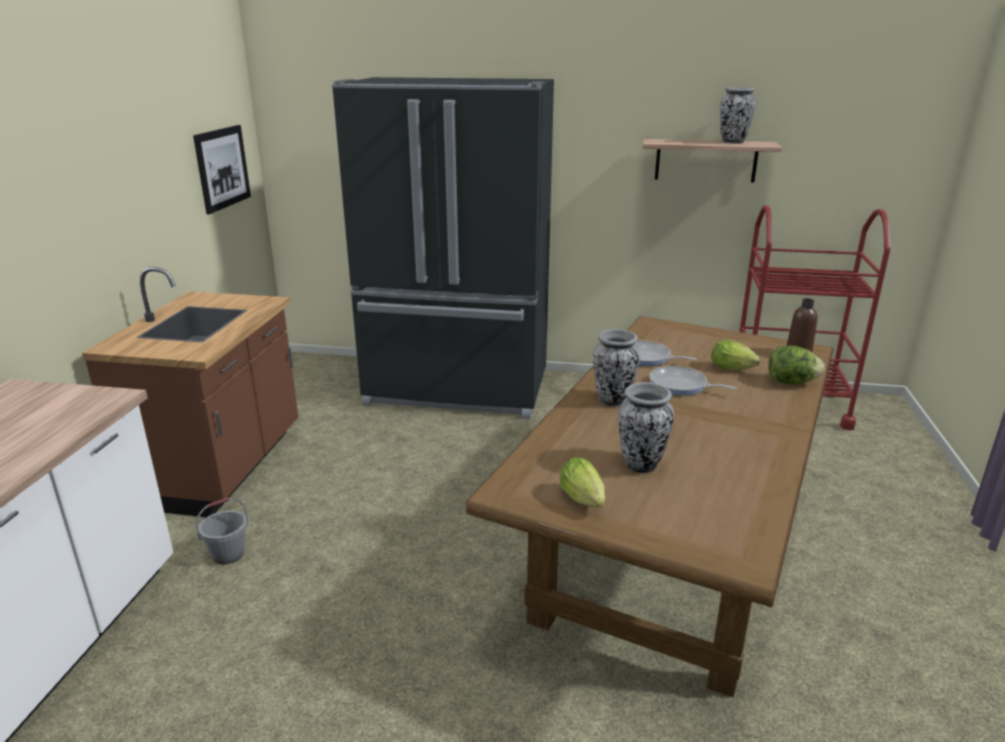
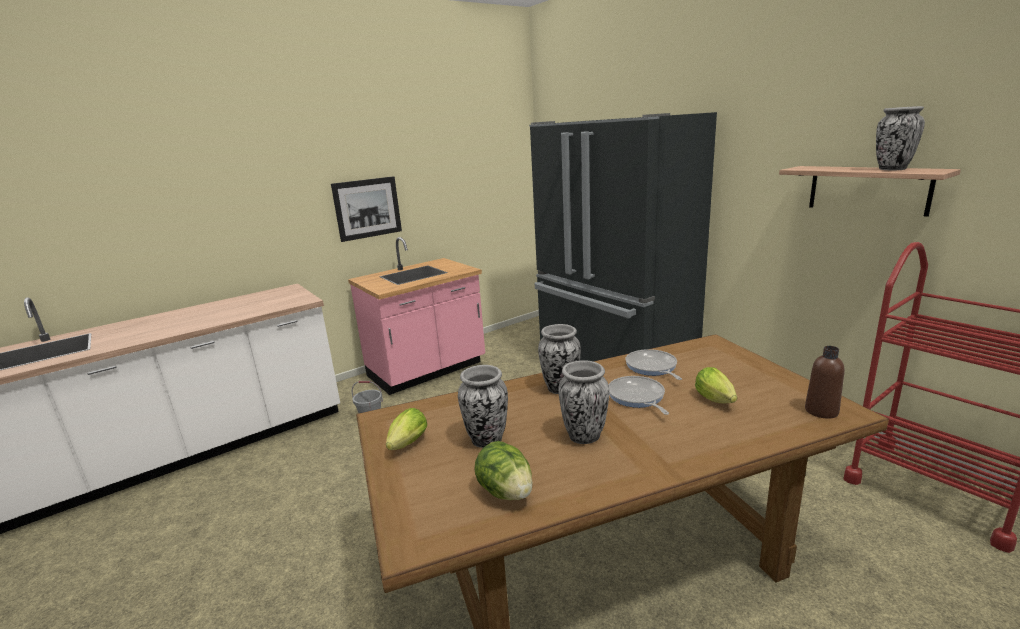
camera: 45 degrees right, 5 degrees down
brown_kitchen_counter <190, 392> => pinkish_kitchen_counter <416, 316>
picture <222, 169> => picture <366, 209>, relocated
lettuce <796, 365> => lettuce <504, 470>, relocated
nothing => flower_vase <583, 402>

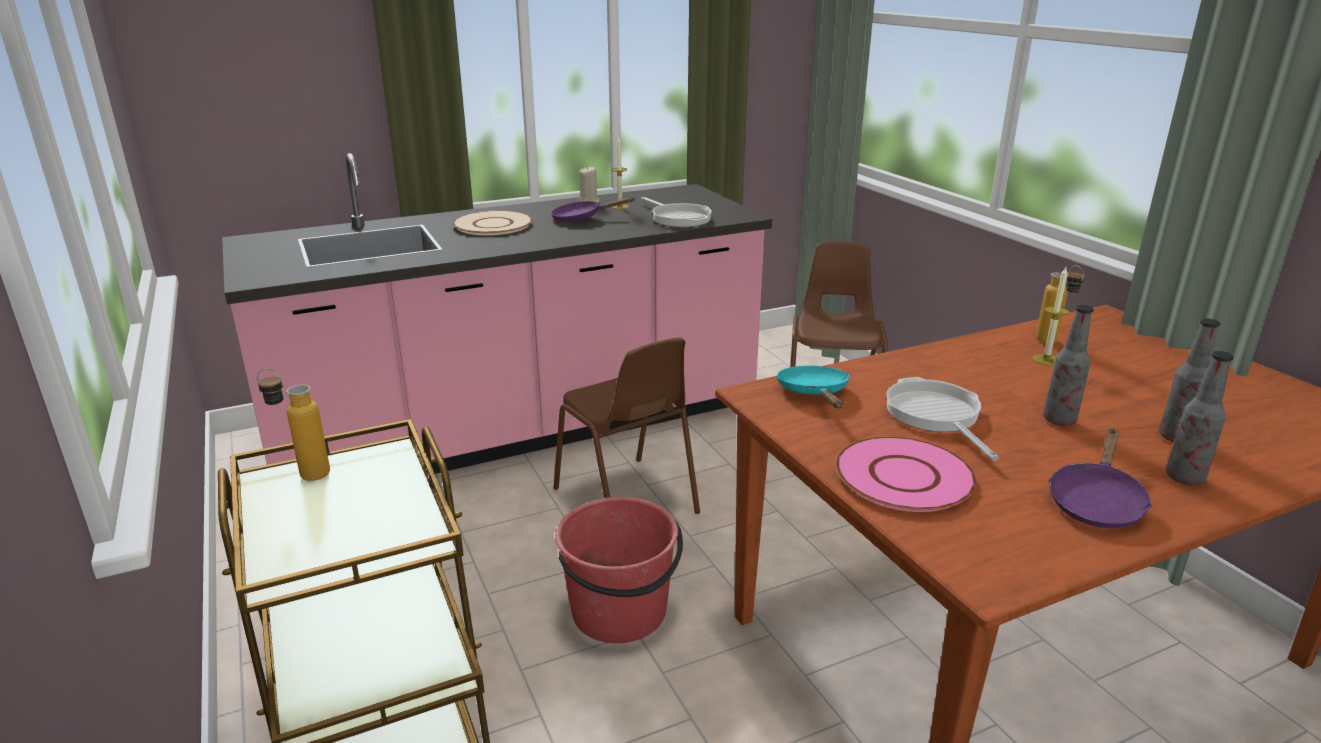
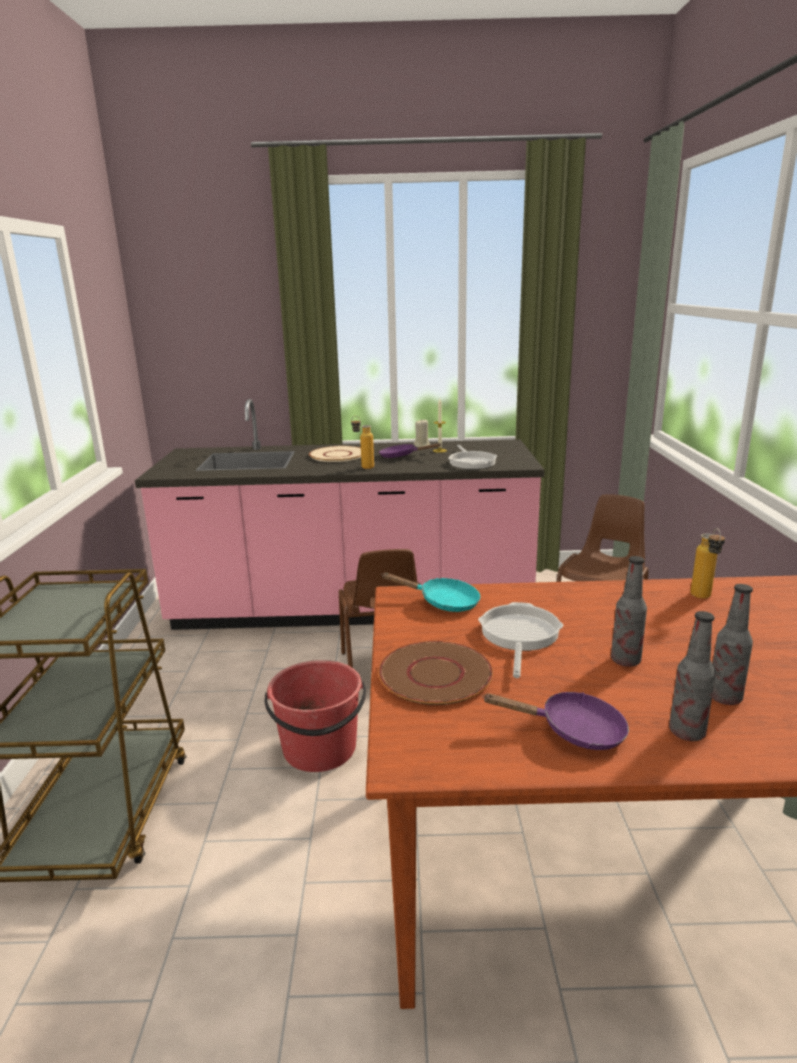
camera: 25 degrees right, 5 degrees down
drink_bottle <293, 424> => drink_bottle <362, 442>, relocated
turquoise-coloured_pan <813, 387> => turquoise-coloured_pan <430, 592>, 90 degrees clockwise
pinkish_dinner_plate <906, 474> => brown_dinner_plate <435, 673>
wax_candle <1050, 316> => nothing
purple-coloured_pan <1101, 478> => purple-coloured_pan <555, 721>, 135 degrees counterclockwise

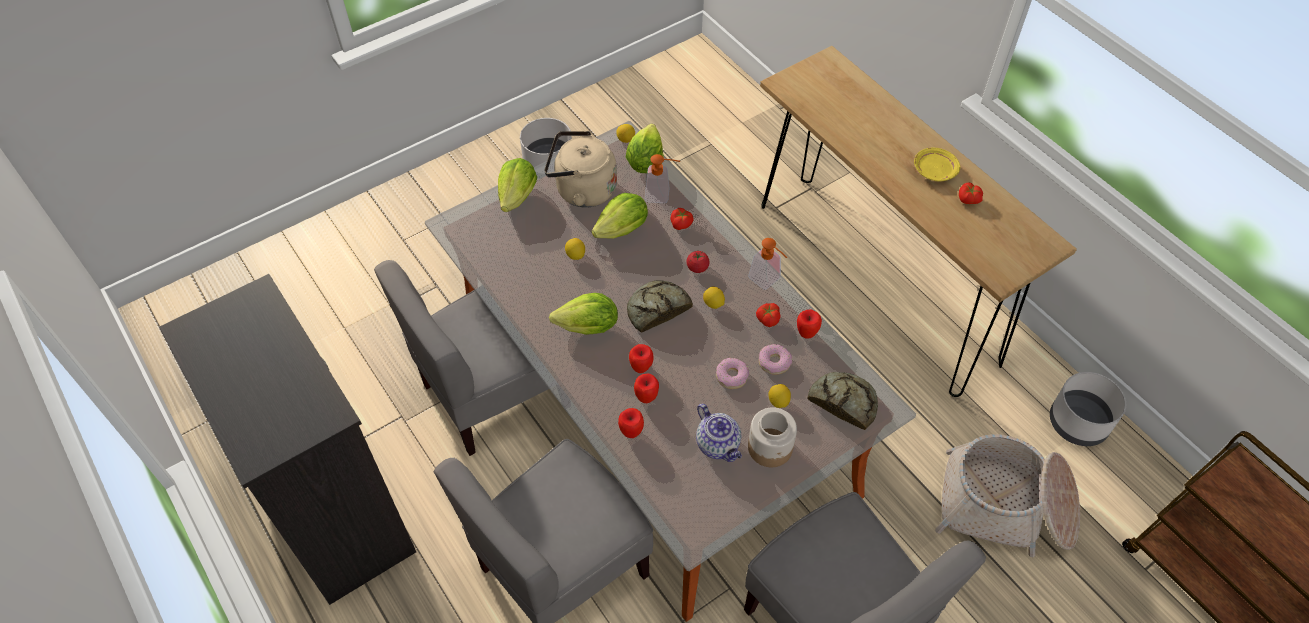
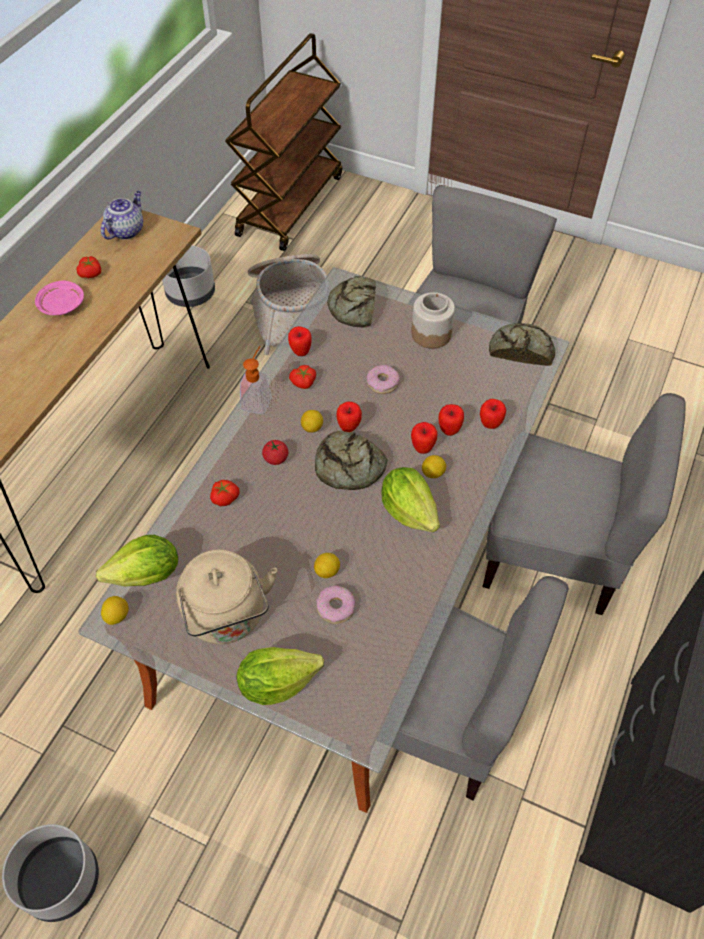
camera: 120 degrees left, 0 degrees up
lettuce <620, 216> => nothing
liquid_soap_bottle <662, 178> => nothing
teapot <719, 433> => teapot <122, 215>, relocated
ring_doughnut <775, 359> => ring_doughnut <335, 604>, relocated
citrus_fruit <779, 396> => citrus_fruit <434, 466>, relocated
yellowish_dinner_plate <937, 165> => pinkish_dinner_plate <59, 298>
nothing => apple <349, 417>
nothing => baked_bread <522, 344>

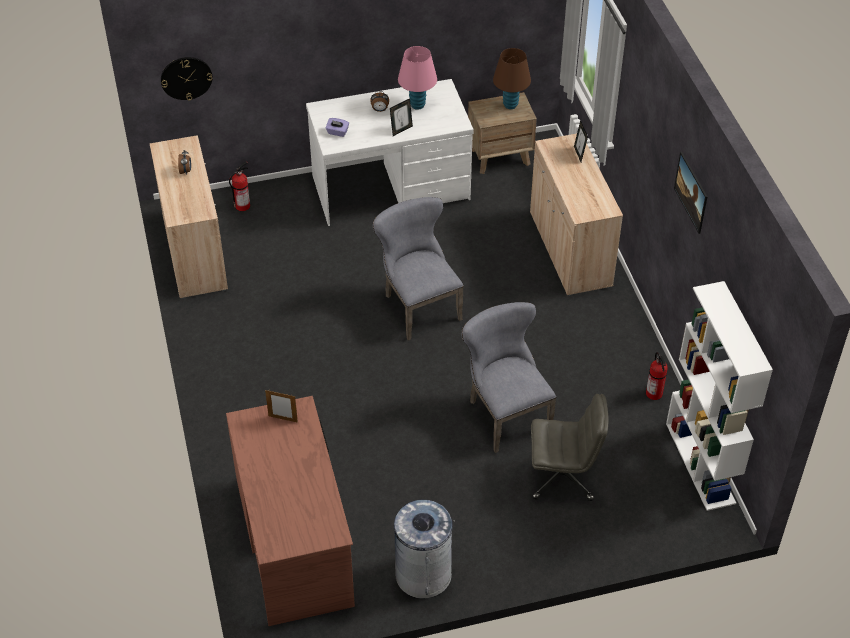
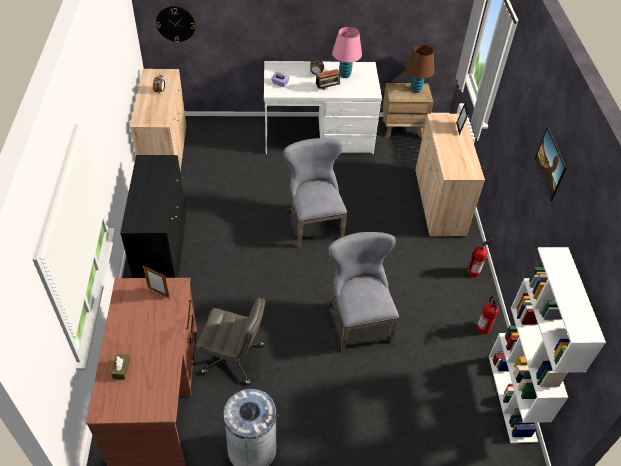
camera: 10 degrees right, 0 degrees up
extinguisher <239, 186> => extinguisher <480, 257>, relocated
picture_frame <401, 117> => radio <328, 79>
gray_office_chair <570, 447> => gray_office_chair <230, 341>, relocated
nothing => brown_tissue_box <120, 367>
nothing => blackish_cabinet <153, 216>

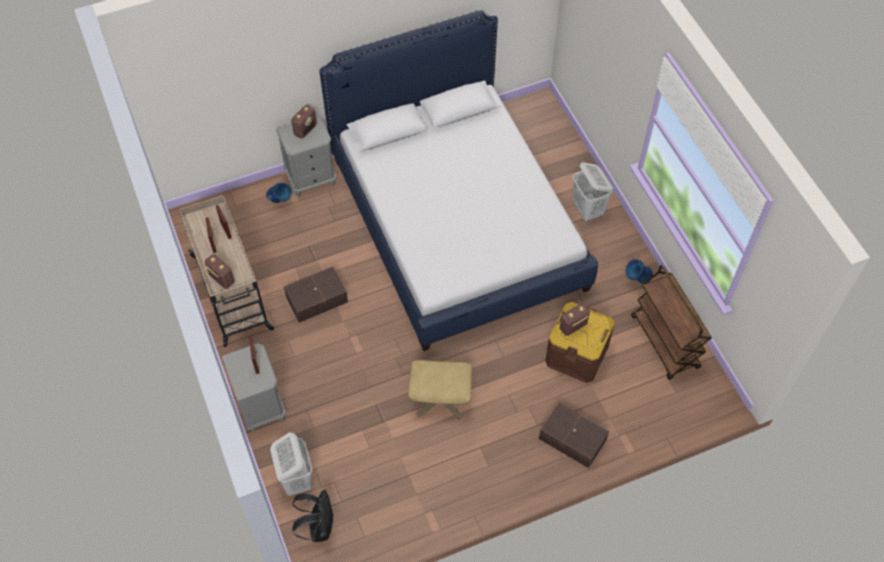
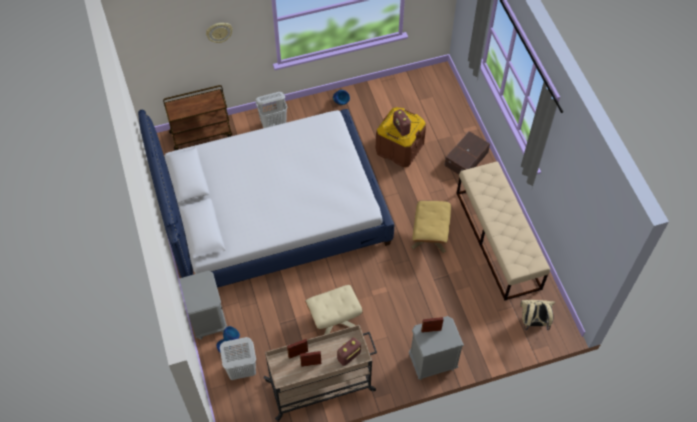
camera: 85 degrees left, 0 degrees up
whitish_laundry_basket <291, 464> => whitish_laundry_basket <238, 358>, relocated
brown_storage_bin <316, 294> => beige_footrest <334, 310>
radio <304, 122> => nothing
blackish_backpack <313, 516> => beige_backpack <538, 315>
brown_trolley <671, 322> => brown_trolley <197, 117>, relocated
nothing => wall_clock <219, 33>
nothing => beige_bench <503, 231>

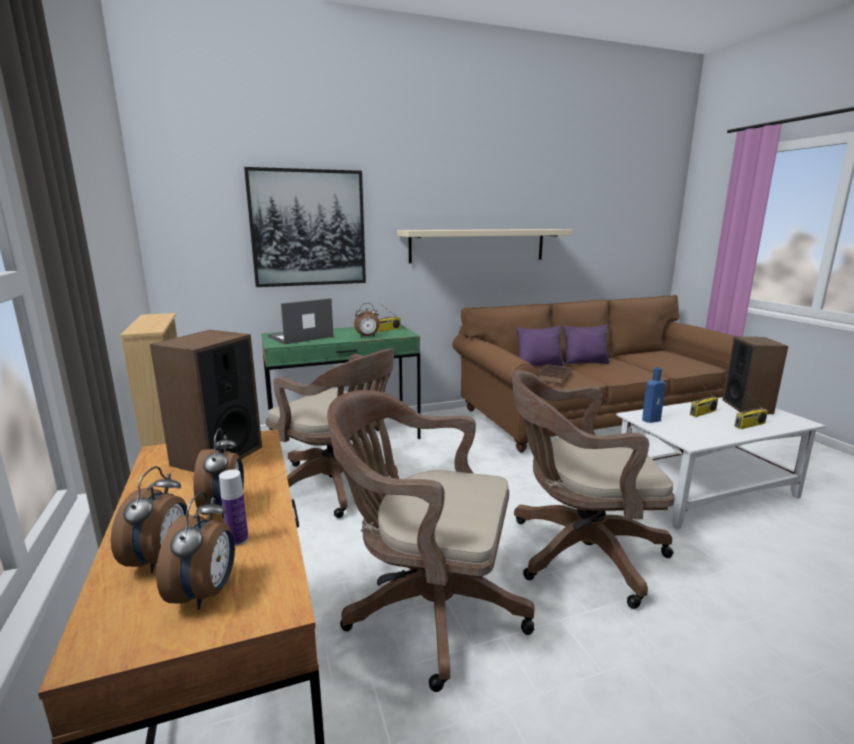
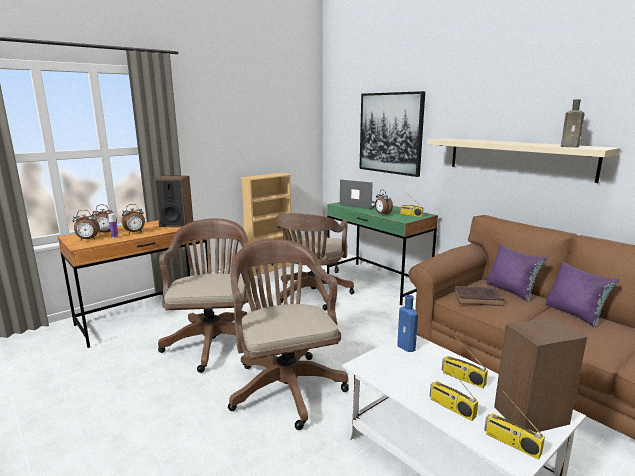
camera: 70 degrees right, 0 degrees up
nothing => radio <514, 425>
nothing => brown_drink_bottle <573, 123>

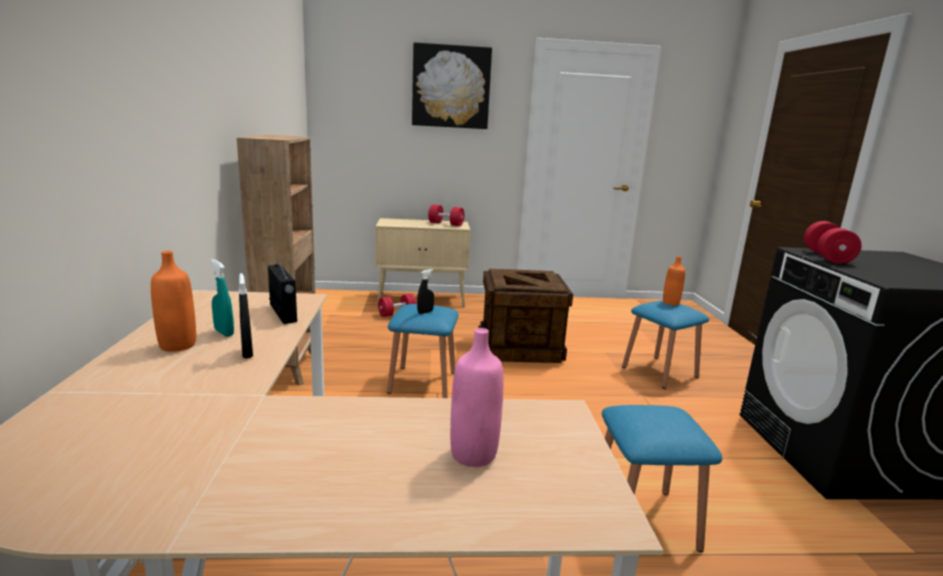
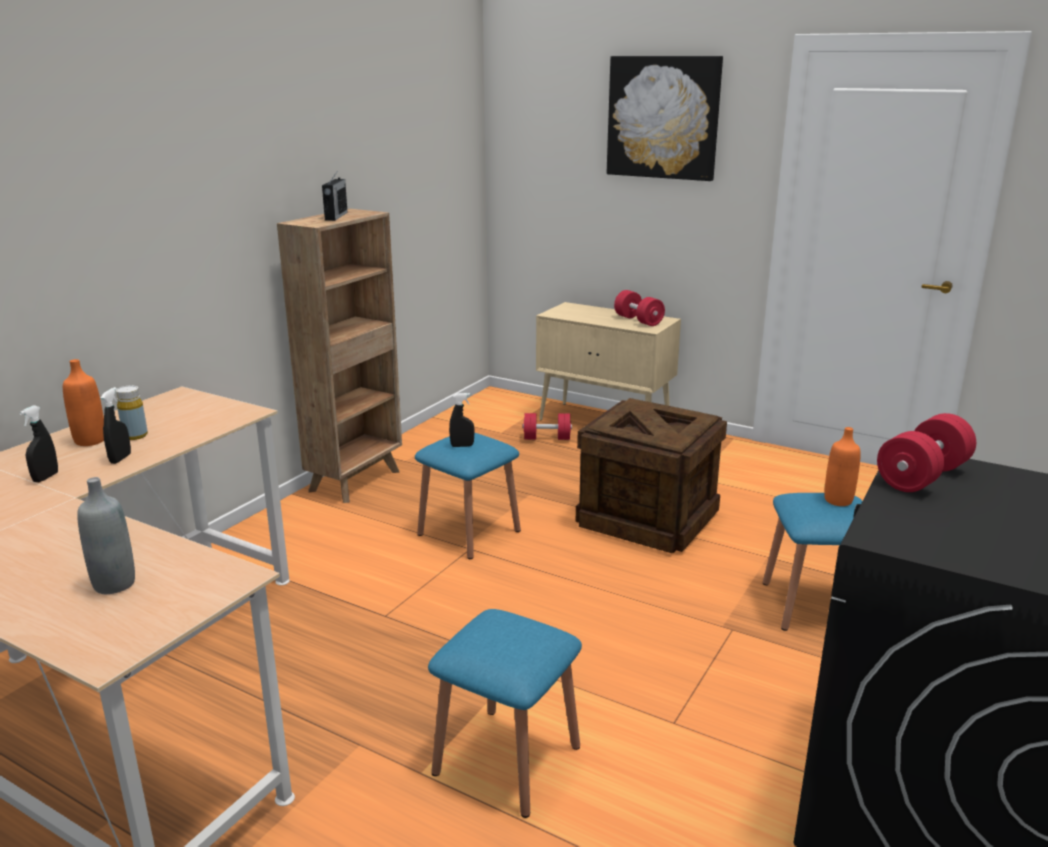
camera: 35 degrees right, 5 degrees up
turquoise-coloured_sprayer <222, 298> => yellowish_drink_bottle <132, 413>
radio <282, 290> => radio <335, 195>, relocated
pinkish_drink_bottle <477, 397> => gray_drink_bottle <106, 535>
nothing => blackish_sprayer <38, 443>

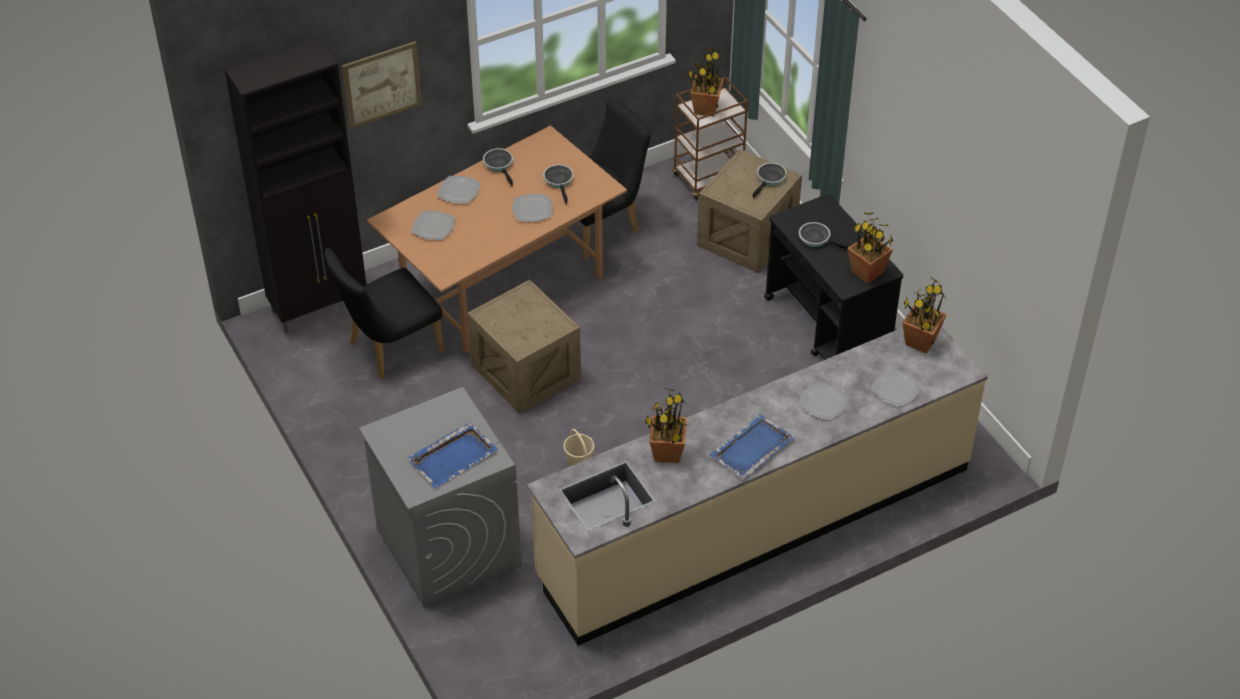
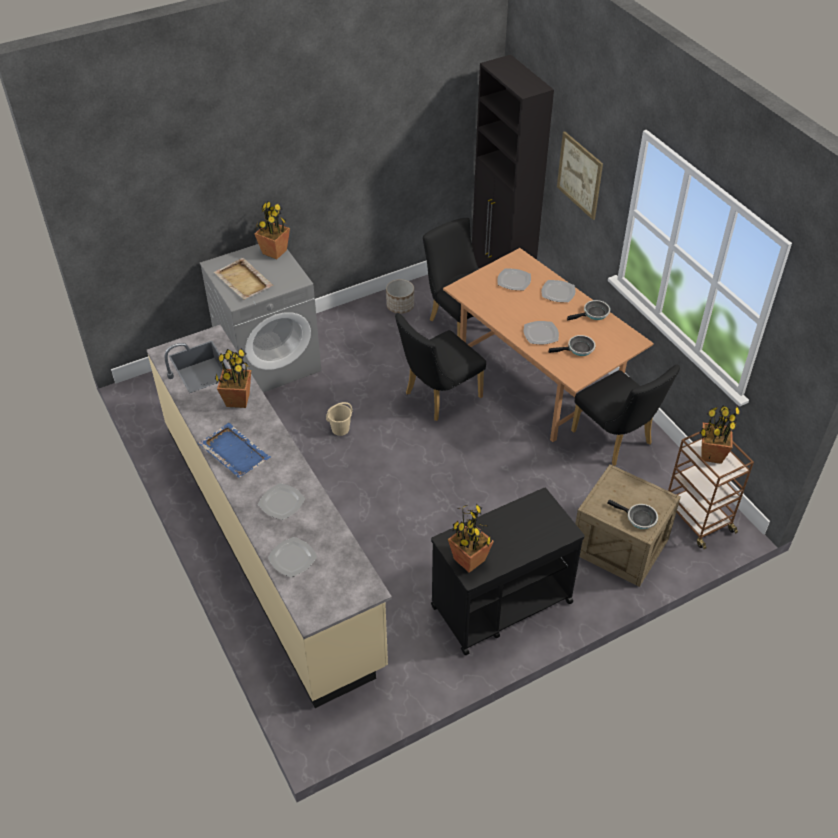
camera: 90 degrees right, 0 degrees up
blue_serving_tray <453, 455> => beige_serving_tray <243, 278>
crate <524, 347> => blackish_chair <440, 367>
pan <825, 236> => nothing
houseplant <924, 316> => houseplant <272, 230>, relocated
nothing => flower_pot <400, 296>

